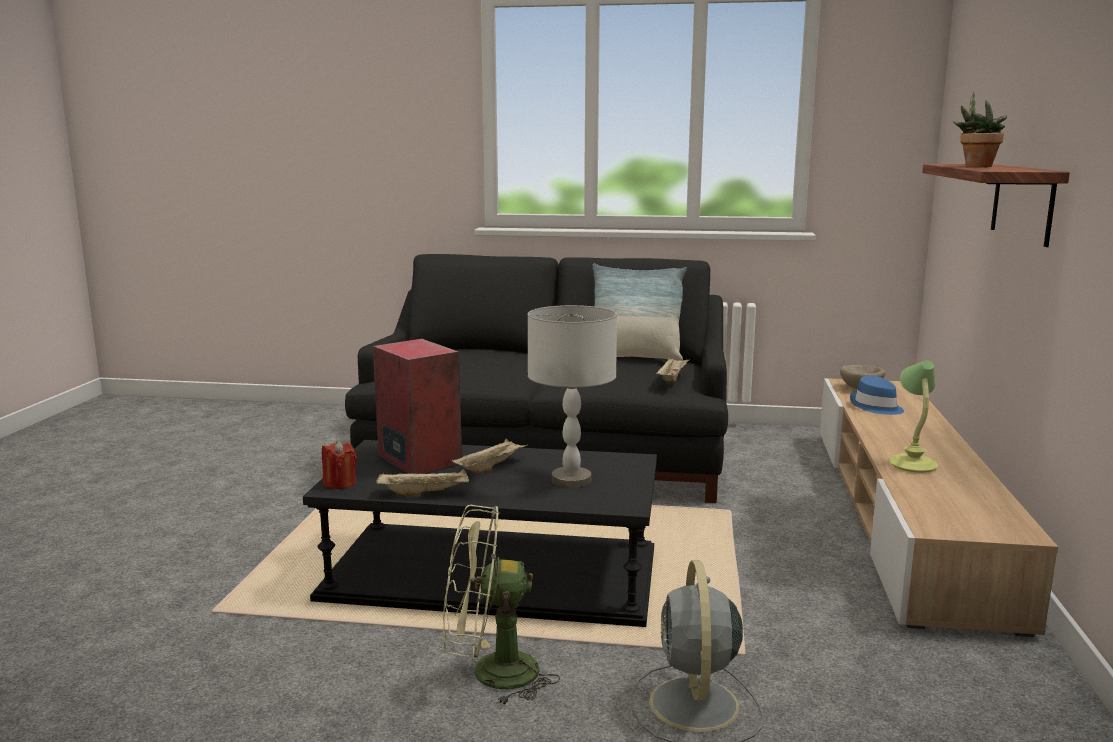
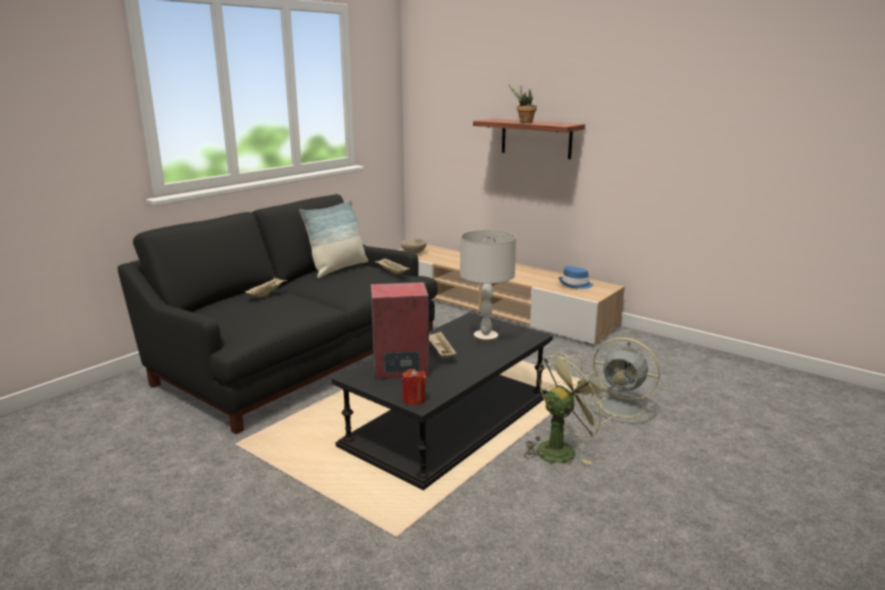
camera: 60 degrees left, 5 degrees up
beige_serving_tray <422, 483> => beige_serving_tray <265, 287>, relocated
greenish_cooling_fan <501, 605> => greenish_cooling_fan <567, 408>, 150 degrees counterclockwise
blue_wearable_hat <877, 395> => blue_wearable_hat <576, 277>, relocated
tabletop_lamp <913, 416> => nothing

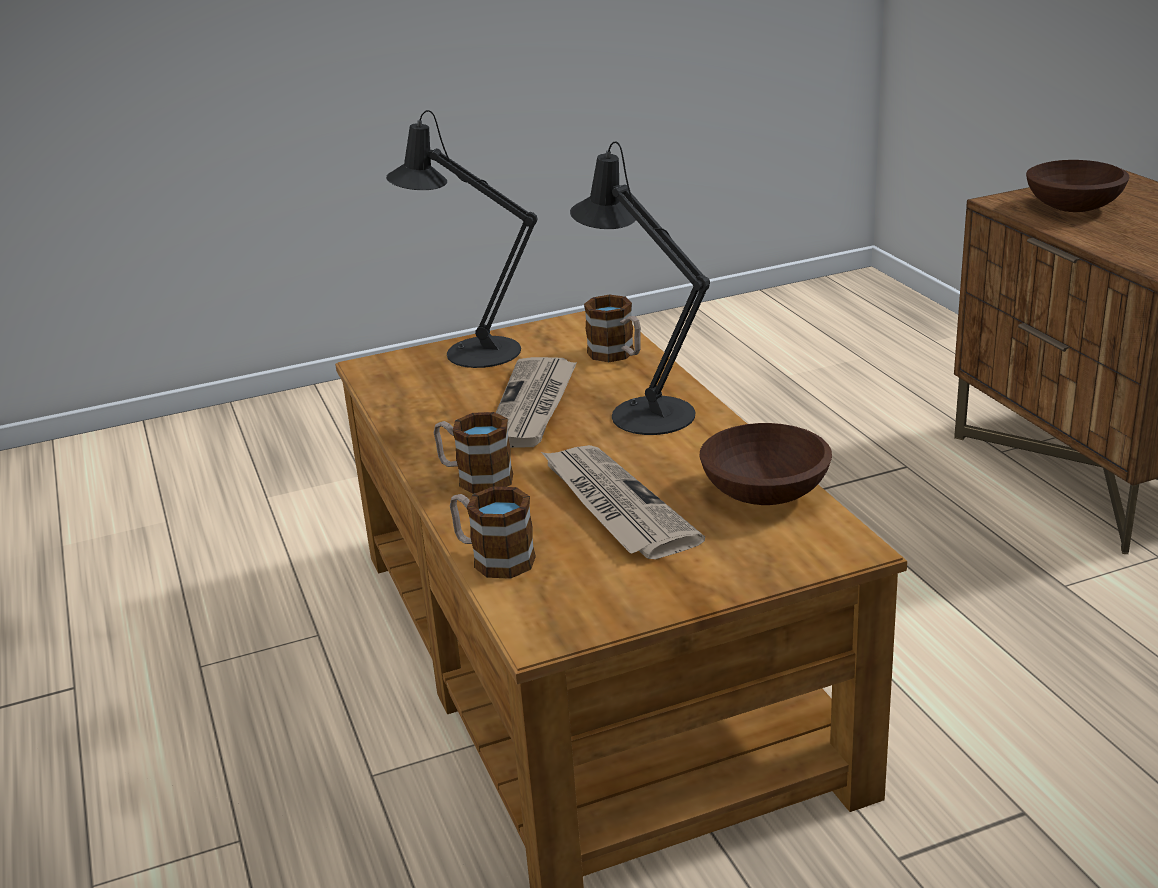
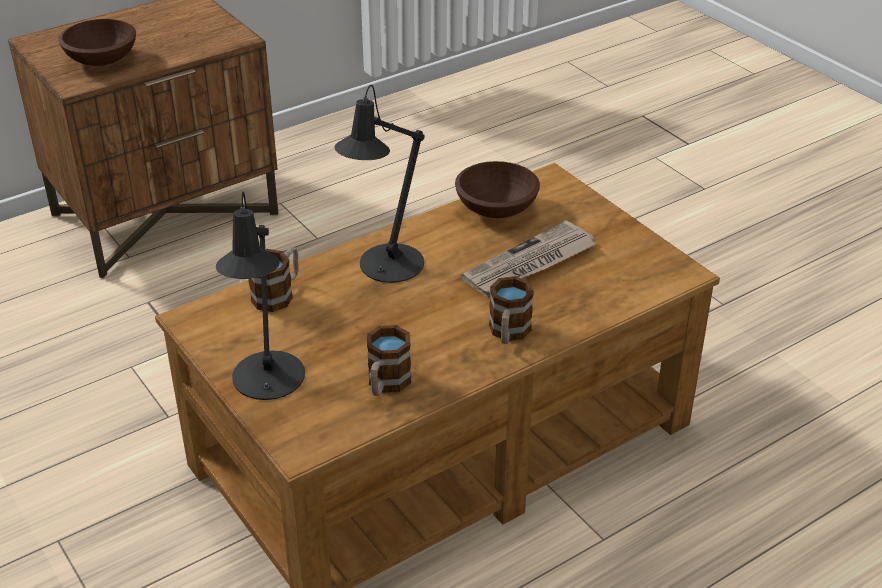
camera: 105 degrees left, 10 degrees up
tea_mug <493, 533> => tea_mug <389, 360>, relocated
printed_paper <536, 402> => nothing

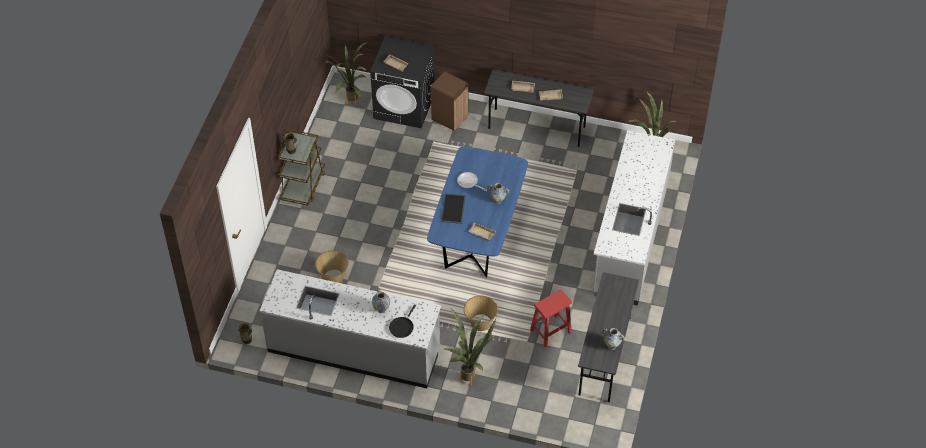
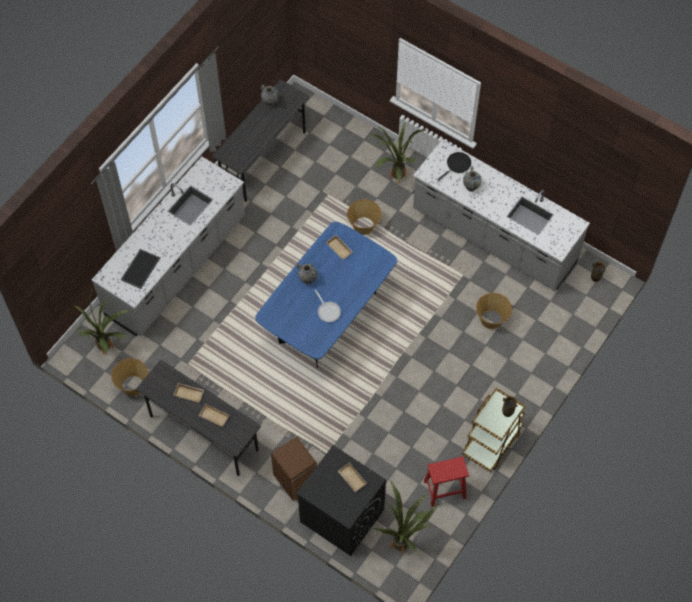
camera: 160 degrees left, 10 degrees up
serving_tray <453, 208> => serving_tray <140, 269>, relocated
reddish_sitting_stool <551, 318> => reddish_sitting_stool <446, 481>, relocated
nothing => storage_basket <129, 377>

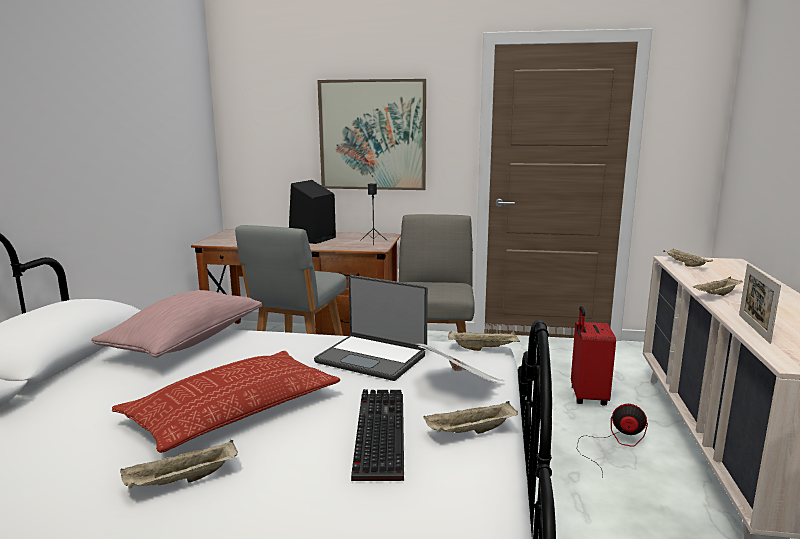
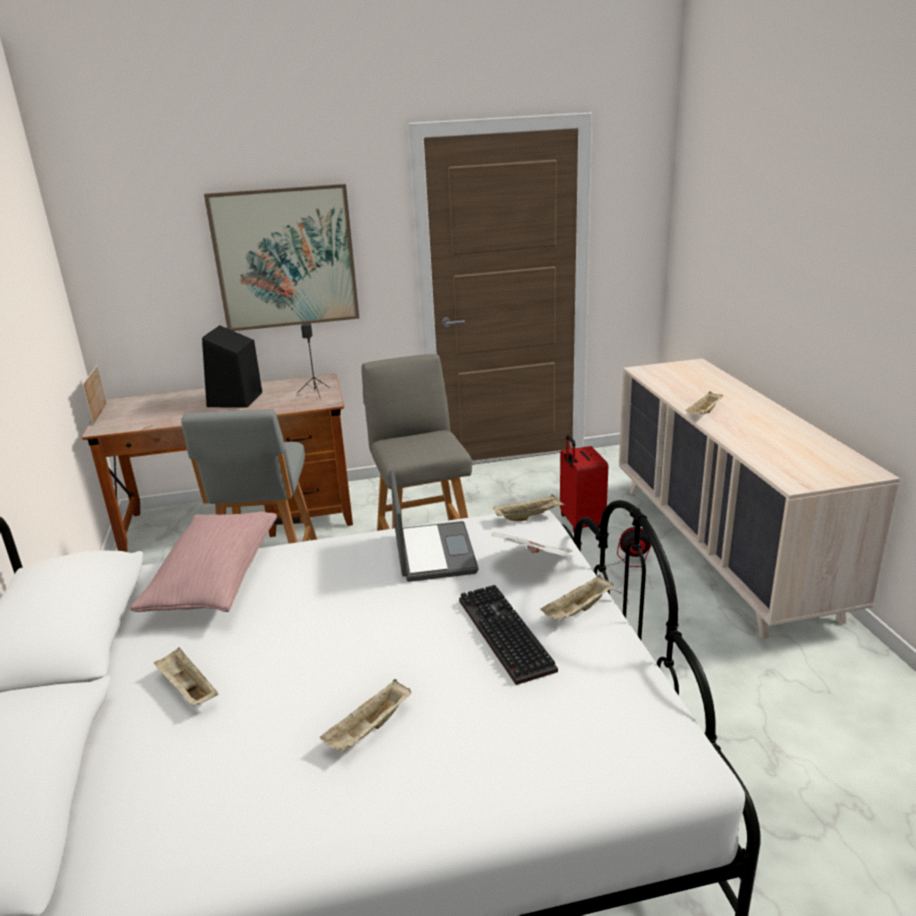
camera: 20 degrees left, 10 degrees up
cushion <226, 402> => nothing
portable_computer <371, 328> => portable_computer <434, 526>, 105 degrees counterclockwise
beige_serving_tray <688, 258> => beige_serving_tray <186, 676>, relocated
picture_frame <760, 303> => picture_frame <94, 395>, relocated

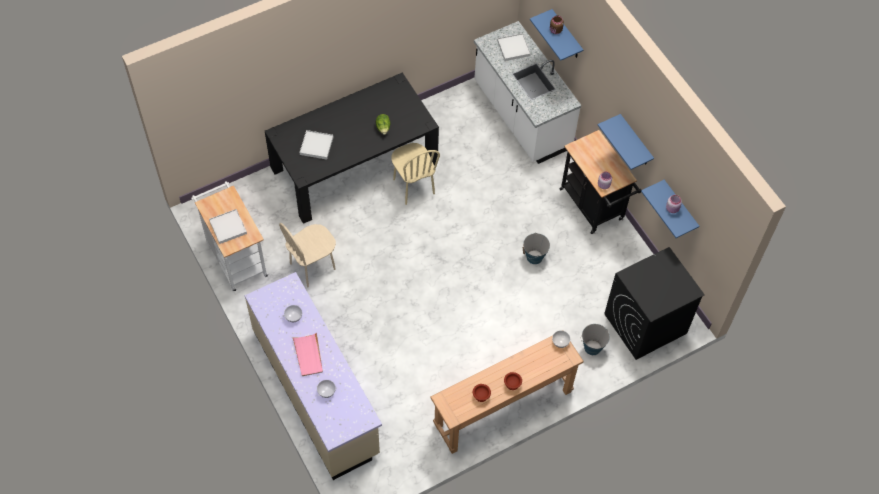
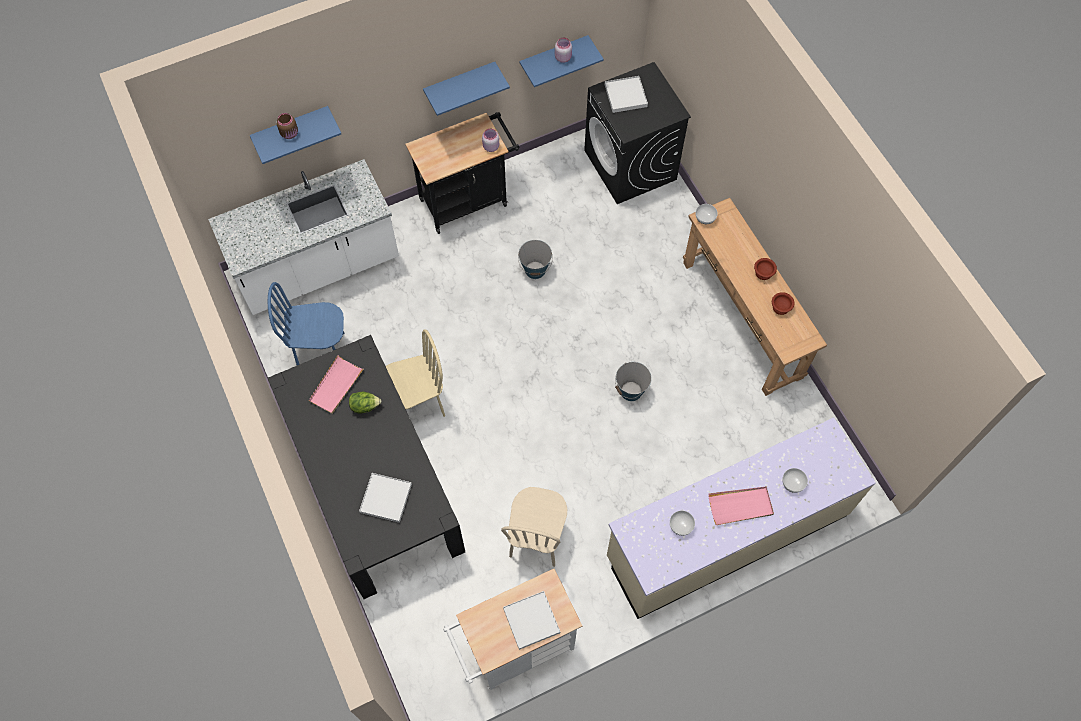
camera: 85 degrees left, 5 degrees up
beige_chair <307, 255> => beige_chair <534, 527>, 45 degrees clockwise
whitish_serving_tray <514, 47> => whitish_serving_tray <626, 94>, relocated
bucket <595, 339> => bucket <633, 381>, relocated
nothing => blue_chair <306, 323>
nothing => pinkish_serving_tray <336, 384>

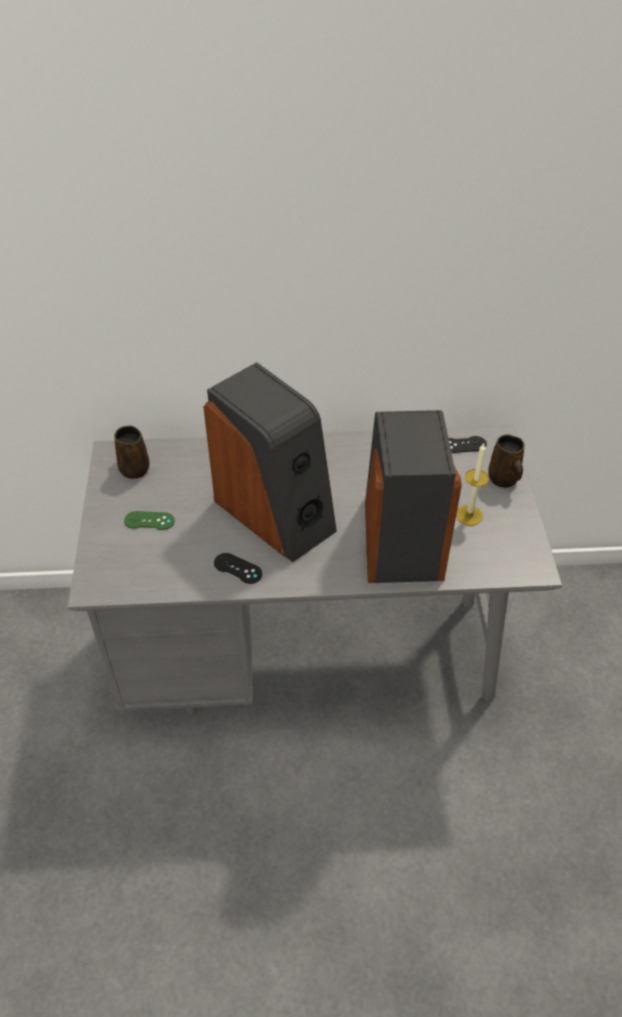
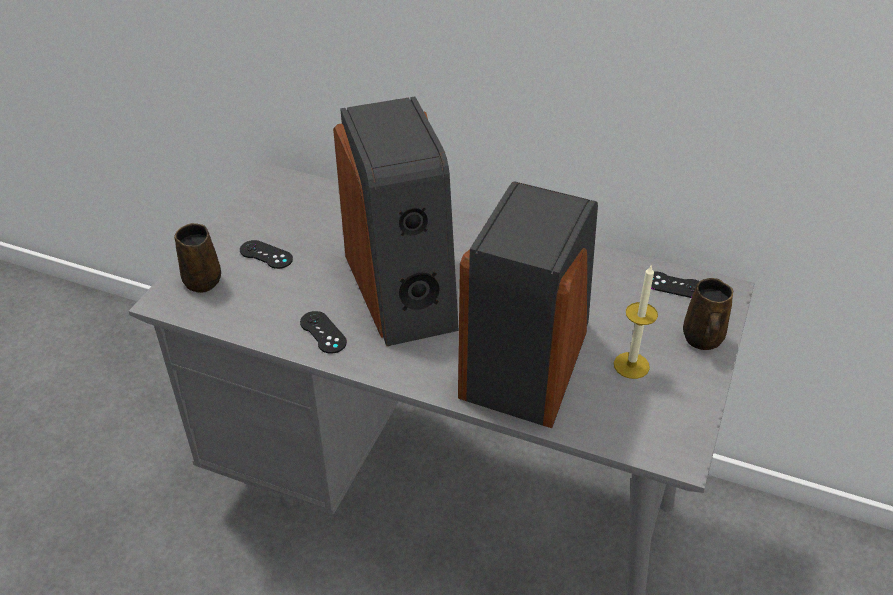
camera: 25 degrees right, 5 degrees down
brown_tea_mug <131, 452> => brown_tea_mug <197, 258>, relocated
greenish_gamepad <149, 520> => blackish_gamepad <266, 254>

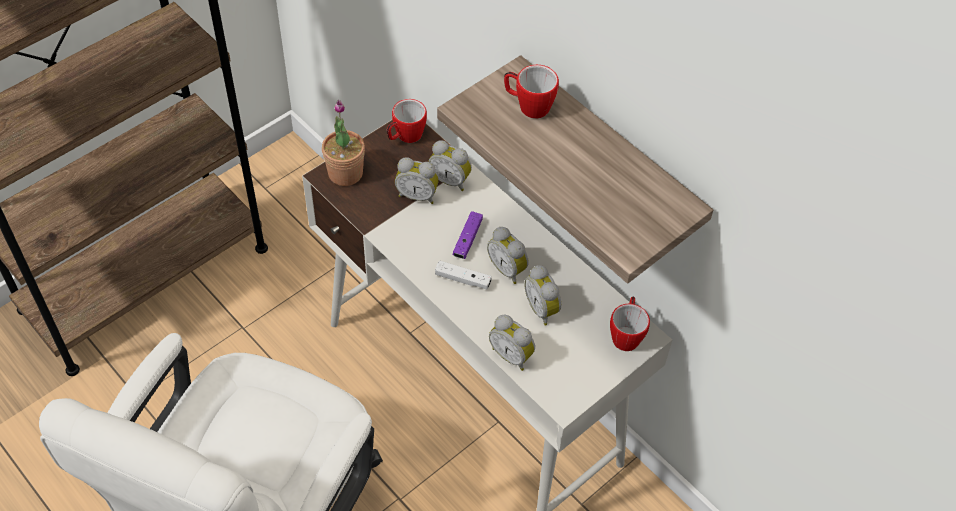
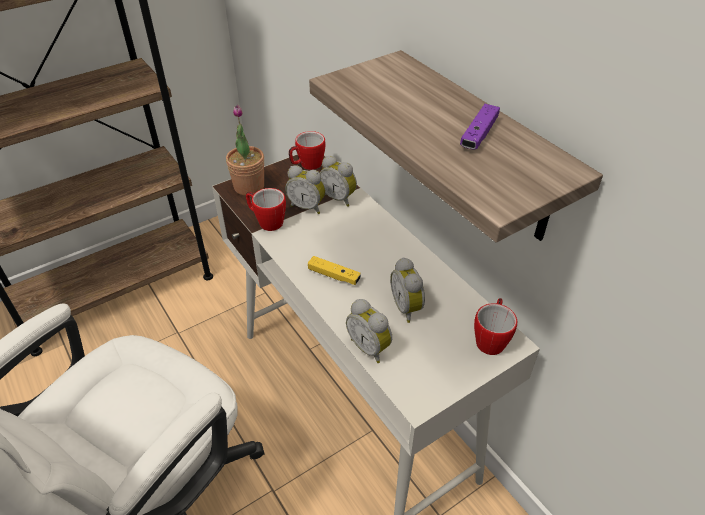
camera: 10 degrees right, 10 degrees down
whitish_gamepad <463, 275> => yellowish_gamepad <334, 270>
purple-coloured_gamepad <468, 235> => purple-coloured_gamepad <480, 127>, relocated
bedside_clock <507, 255> => nothing
tea_mug <531, 92> => tea_mug <266, 209>, relocated

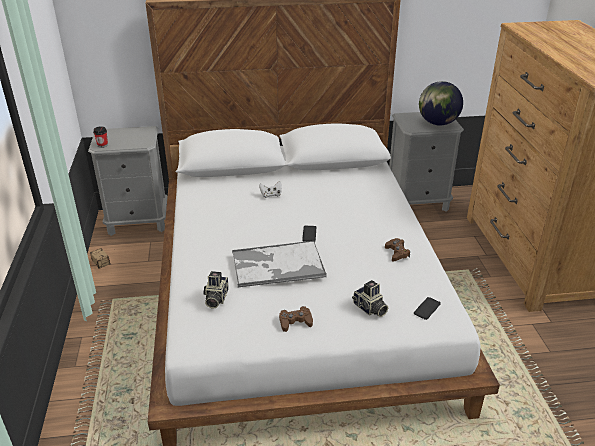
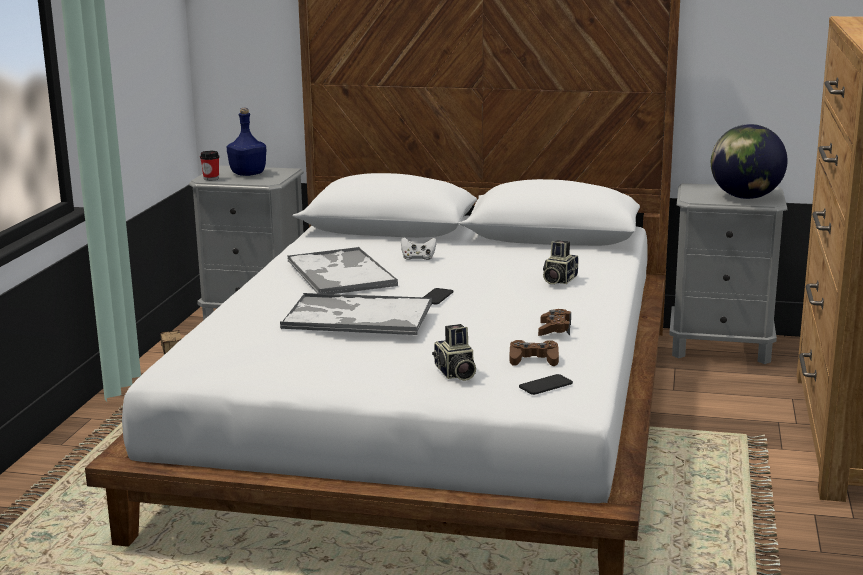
camera: 20 degrees right, 15 degrees down
still_camera <216, 289> => still_camera <560, 262>, relocated
brown_gamepad <296, 319> => brown_gamepad <534, 353>, relocated
nothing => blue_drink_bottle <246, 142>
nothing => serving_tray <342, 270>

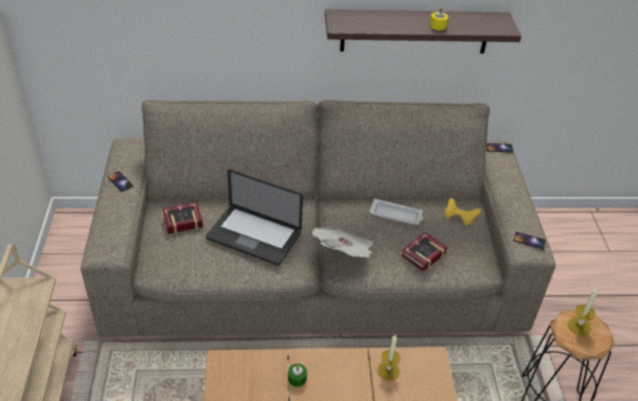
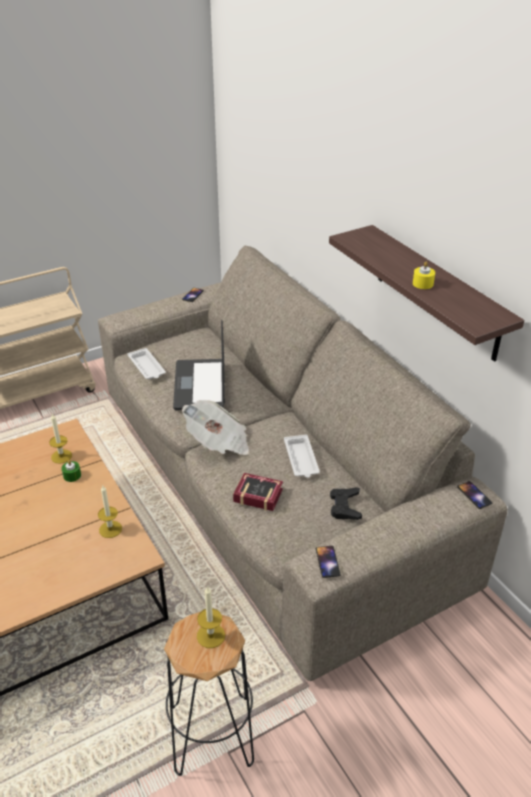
camera: 65 degrees right, 5 degrees down
book <182, 218> => nothing
yellowish_gamepad <462, 212> => blackish_gamepad <346, 503>
nothing => wax_candle <60, 439>
nothing => whitish_serving_tray <146, 363>

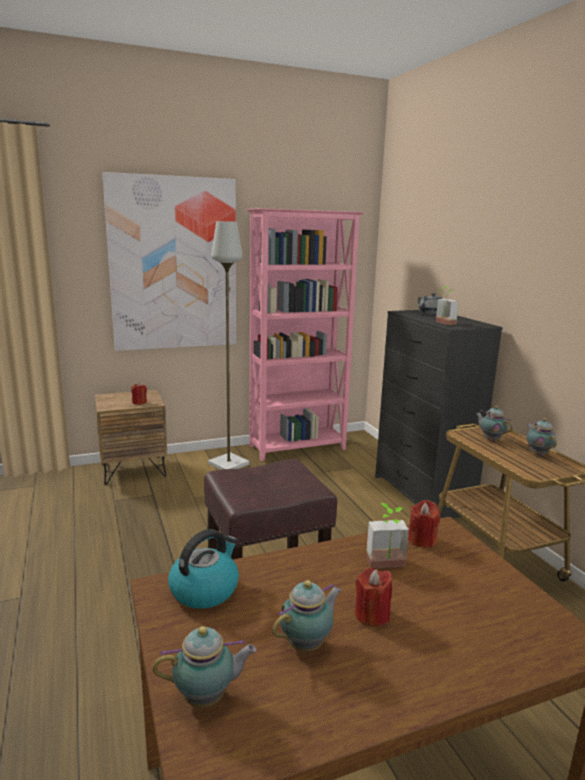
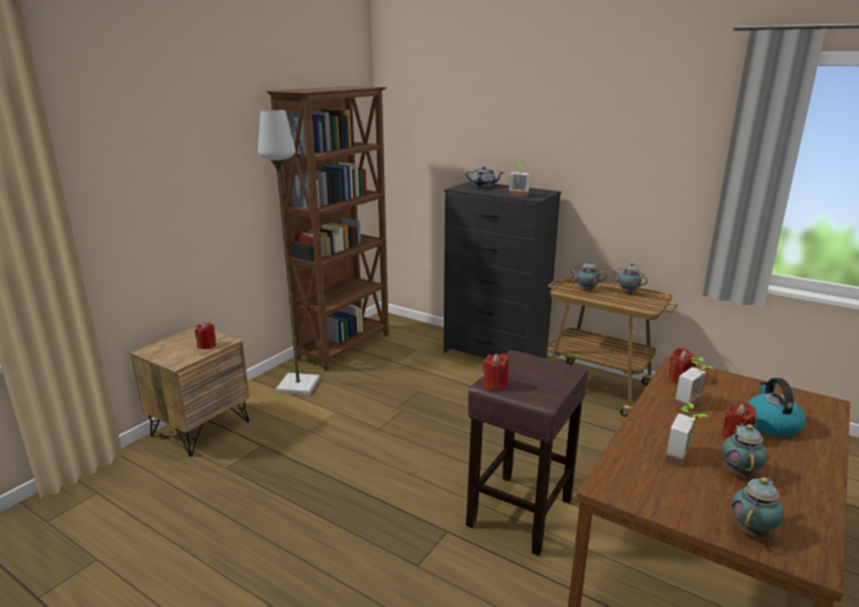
camera: 35 degrees left, 5 degrees up
picture <169, 261> => nothing
water_kettle <203, 569> => water_kettle <777, 407>, relocated
pinkish_bookshelf <306, 334> => brown_bookshelf <328, 229>
nothing => reddish_wax_candle <495, 371>
nothing => houseplant <687, 434>

